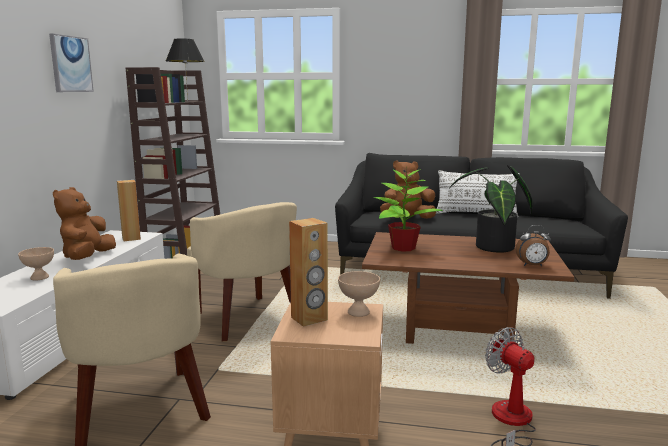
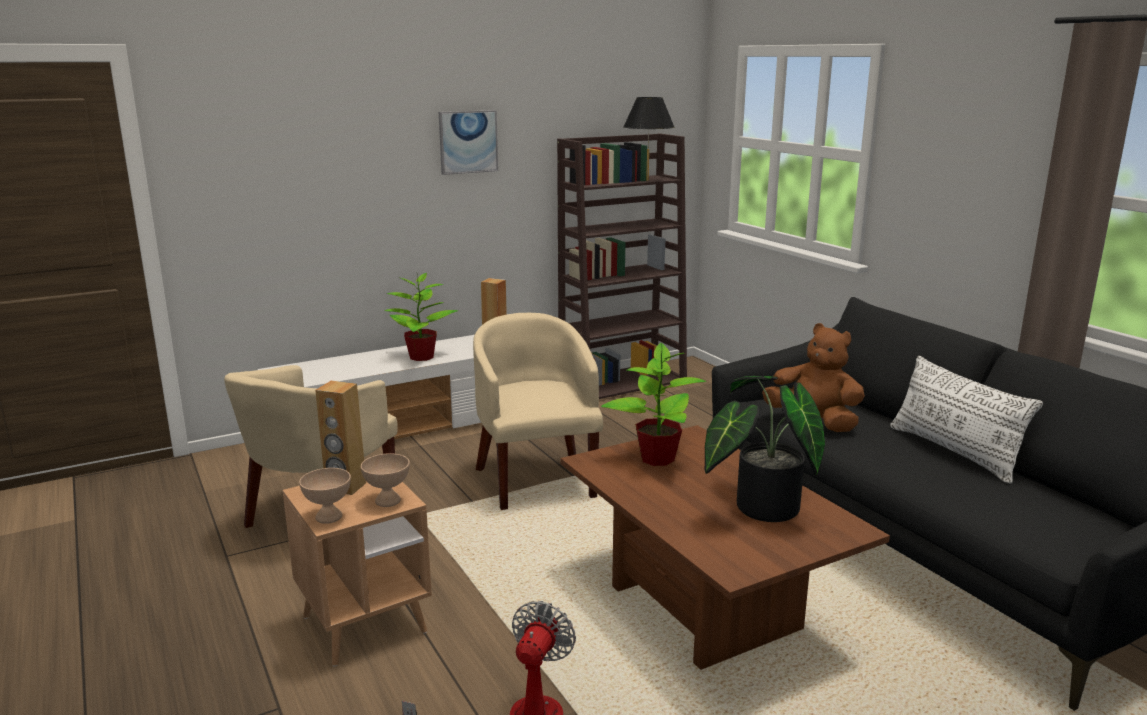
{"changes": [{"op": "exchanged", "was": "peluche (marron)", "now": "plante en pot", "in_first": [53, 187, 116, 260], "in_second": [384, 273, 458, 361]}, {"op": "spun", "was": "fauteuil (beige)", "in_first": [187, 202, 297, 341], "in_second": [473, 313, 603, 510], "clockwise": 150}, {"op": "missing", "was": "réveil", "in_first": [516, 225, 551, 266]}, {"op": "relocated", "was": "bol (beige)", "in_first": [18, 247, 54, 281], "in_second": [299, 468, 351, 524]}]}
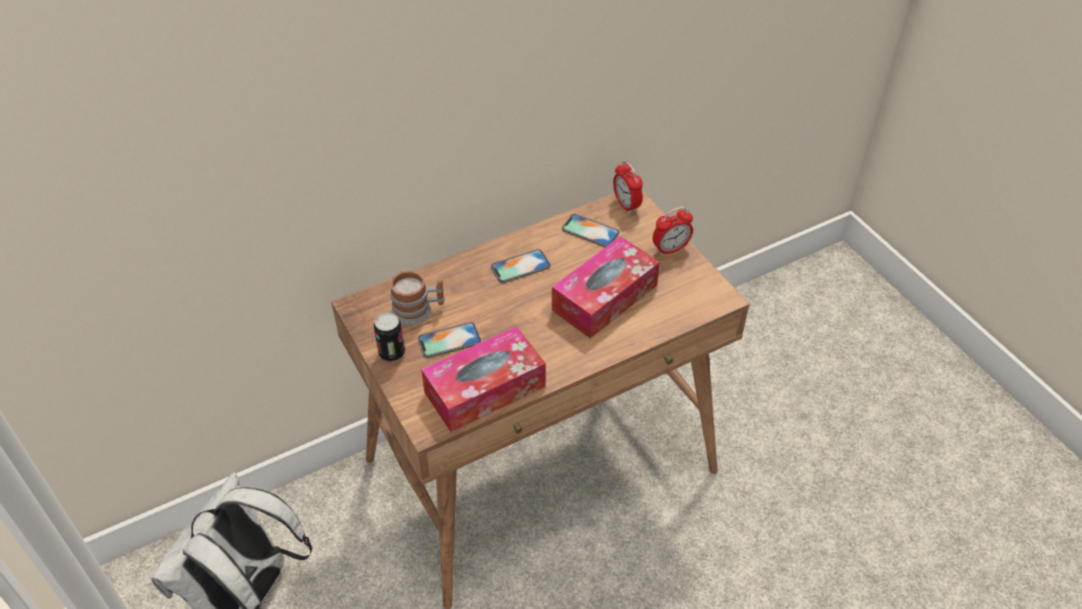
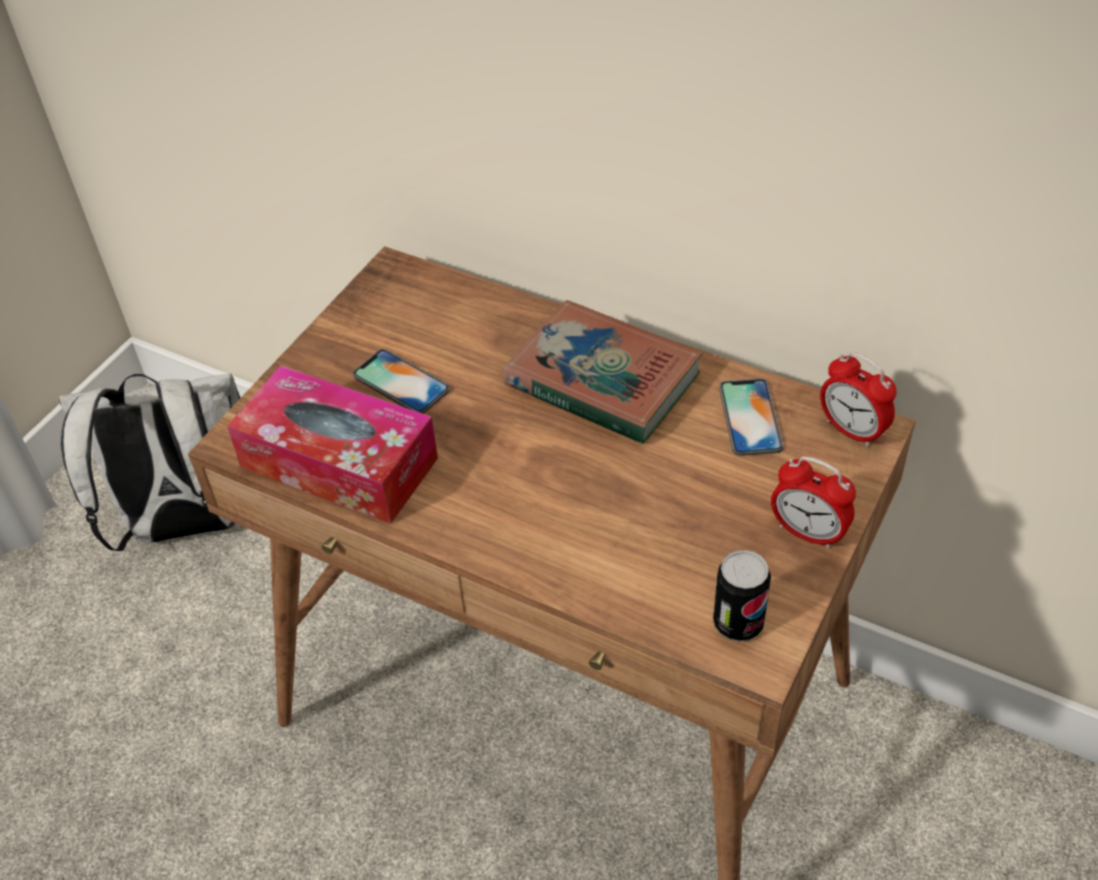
{"changes": [{"op": "spun", "was": "réveil", "in_first": [613, 161, 643, 214], "in_second": [820, 352, 897, 447], "clockwise": -75}, {"op": "missing", "was": "boîte à mouchoirs", "in_first": [552, 236, 660, 339]}, {"op": "exchanged", "was": "téléphone", "now": "livre", "in_first": [491, 249, 550, 283], "in_second": [503, 300, 703, 444]}, {"op": "missing", "was": "mug", "in_first": [390, 271, 445, 325]}, {"op": "relocated", "was": "boîte métallique", "in_first": [374, 312, 405, 362], "in_second": [713, 550, 771, 642]}]}
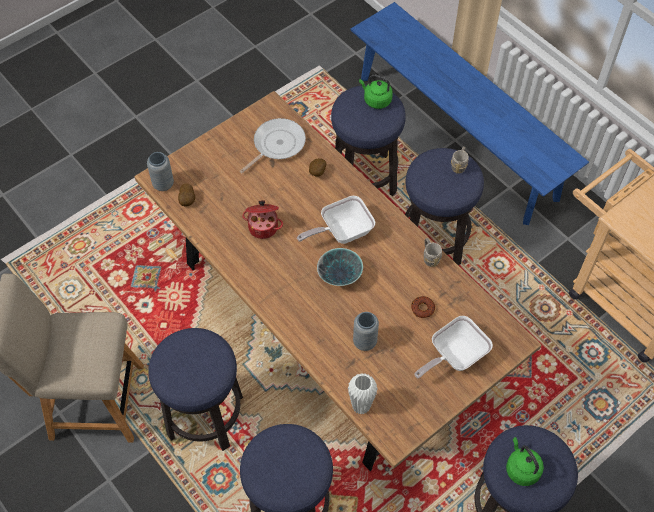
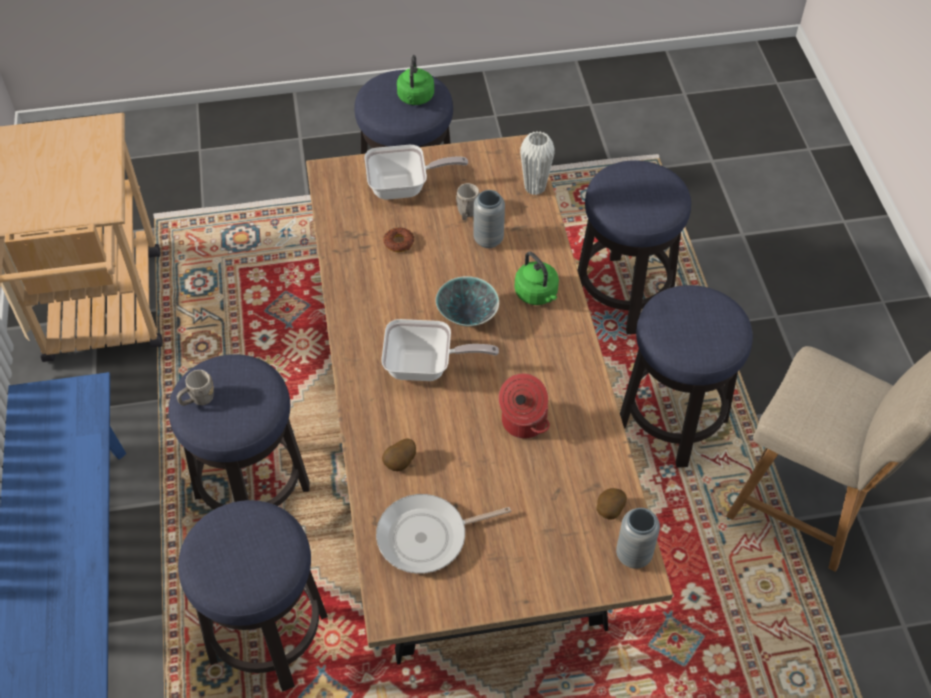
{"changes": [{"op": "relocated", "was": "bouilloire (vert)", "in_first": [359, 74, 393, 109], "in_second": [515, 252, 559, 305]}, {"op": "relocated", "was": "mug (gris)", "in_first": [424, 238, 442, 267], "in_second": [456, 183, 479, 220]}]}
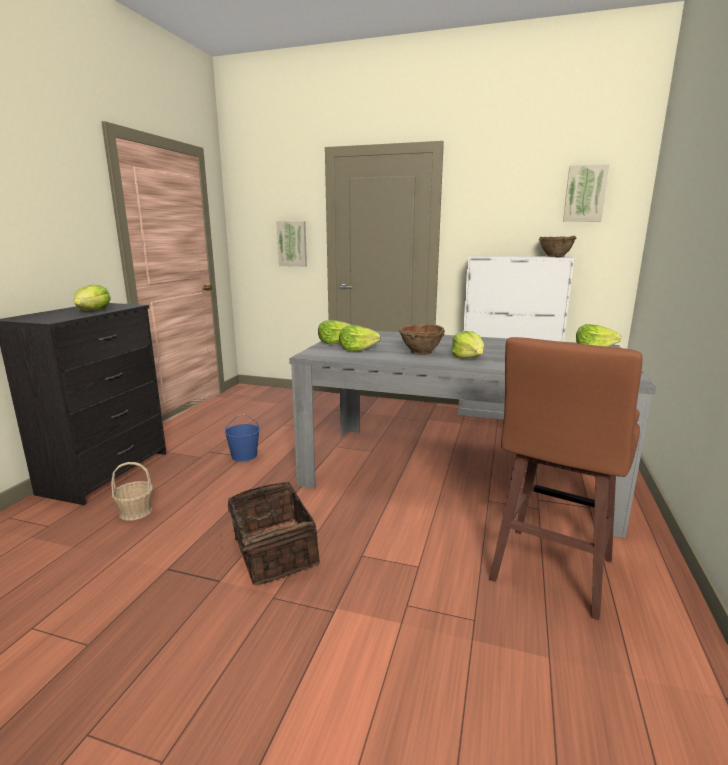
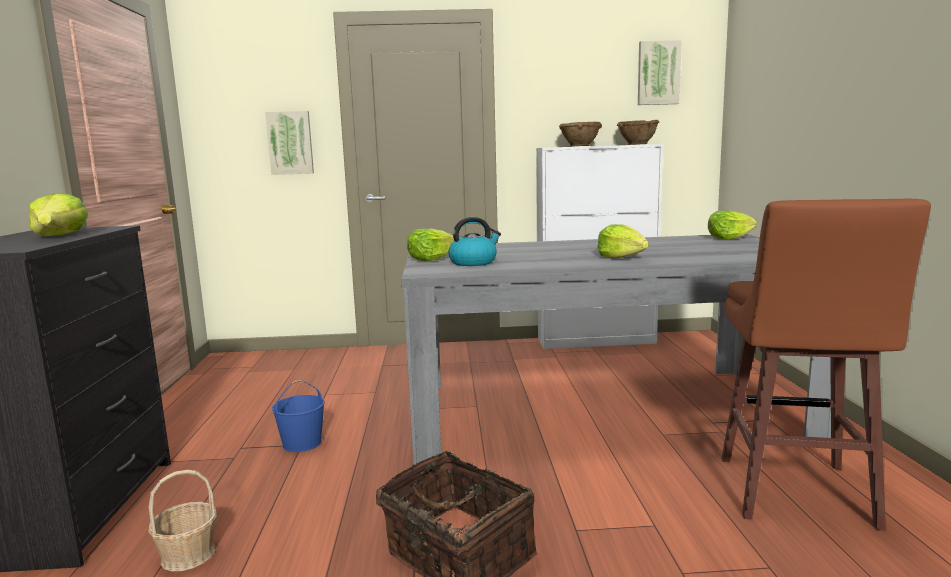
{"changes": [{"op": "relocated", "was": "bol (marron)", "in_first": [399, 324, 445, 355], "in_second": [559, 122, 602, 147]}, {"op": "exchanged", "was": "laitue", "now": "bouilloire", "in_first": [339, 325, 381, 351], "in_second": [448, 217, 501, 266]}]}
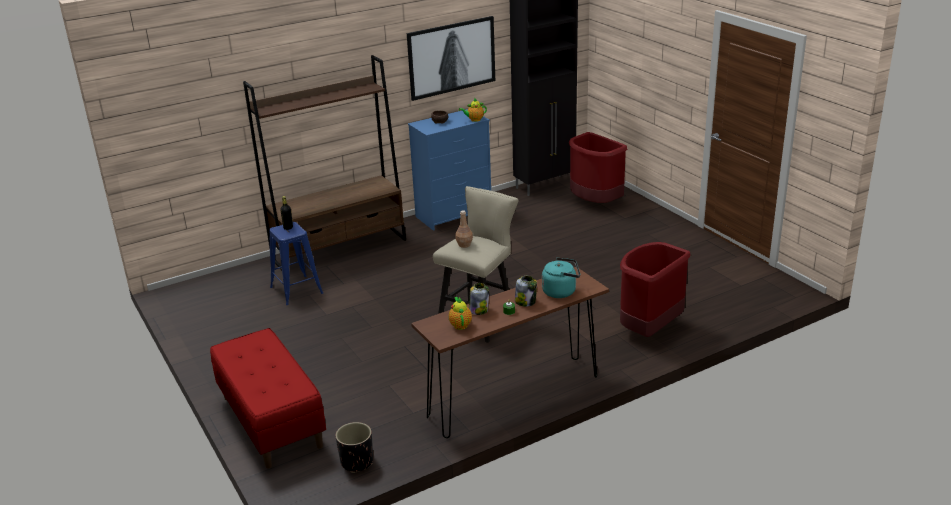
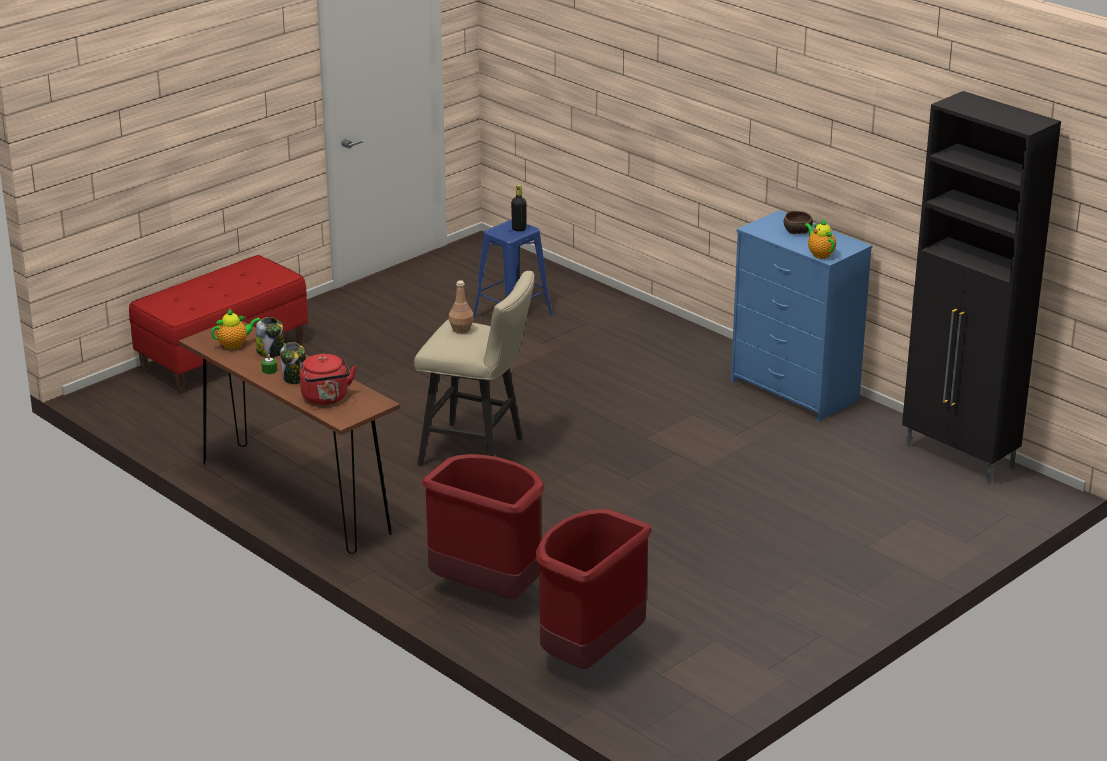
{"changes": [{"op": "missing", "was": "tableau", "in_first": [407, 16, 495, 101]}, {"op": "missing", "was": "bibliothèque (marron)", "in_first": [243, 55, 406, 271]}, {"op": "relocated", "was": "poubelle (rouge)", "in_first": [569, 132, 627, 203], "in_second": [536, 509, 652, 670]}, {"op": "colour", "was": "bouilloire (turquoise)", "now": "bouilloire (rouge)", "in_first": [542, 258, 580, 298], "in_second": [300, 354, 357, 405]}, {"op": "missing", "was": "cache-pot (noir)", "in_first": [335, 422, 373, 473]}]}
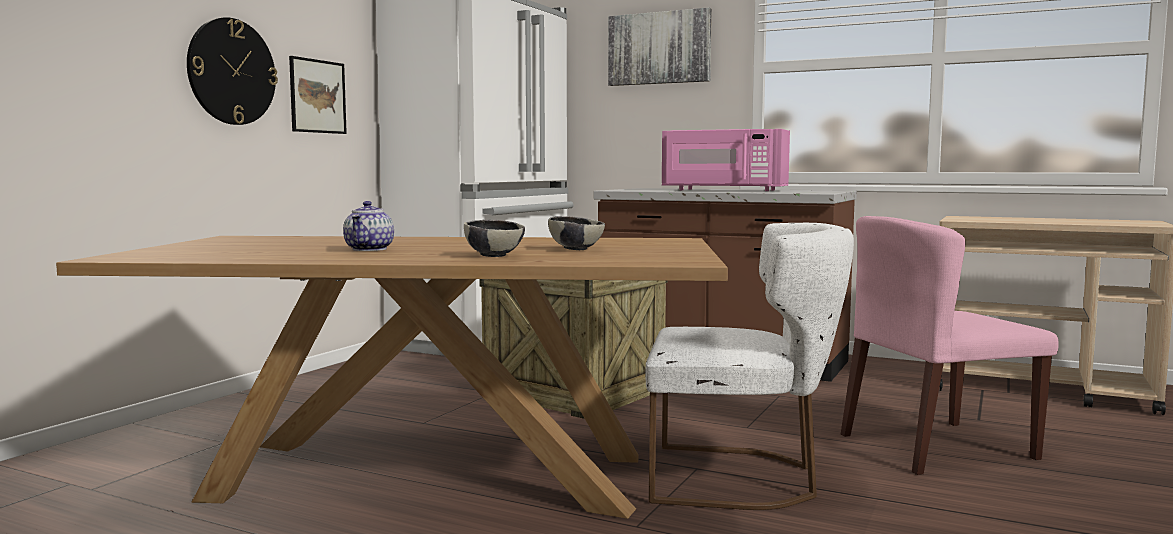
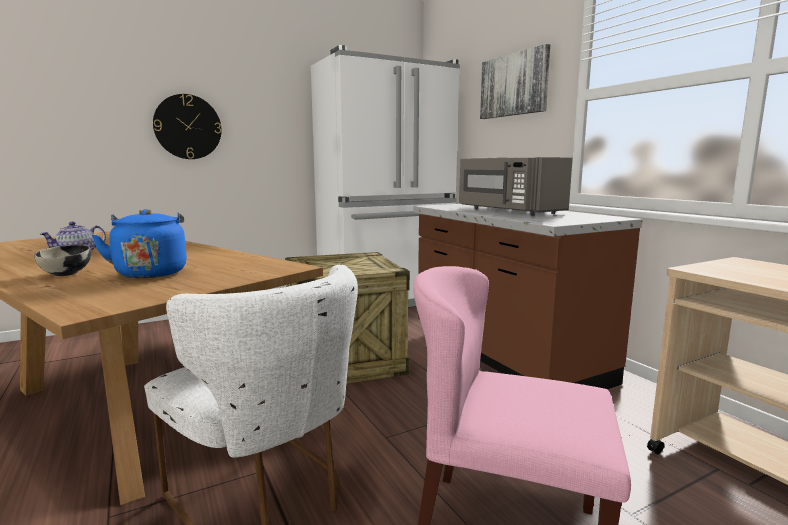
{"changes": [{"op": "missing", "was": "tableau", "in_first": [289, 56, 347, 134]}, {"op": "colour", "was": "micro-ondes (rose)", "now": "micro-ondes (gris)", "in_first": [662, 129, 790, 191], "in_second": [459, 157, 573, 216]}, {"op": "exchanged", "was": "bol", "now": "bouilloire (bleu)", "in_first": [548, 216, 605, 250], "in_second": [92, 209, 187, 278]}]}
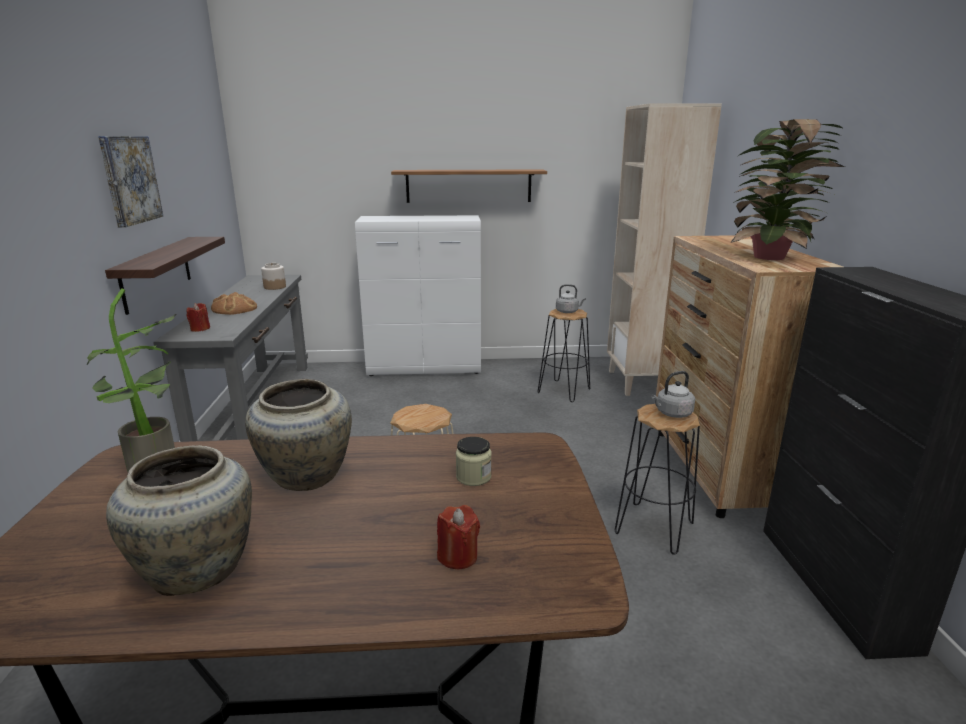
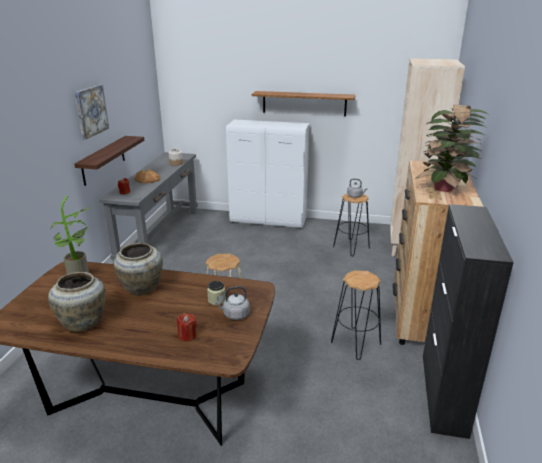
{"changes": [{"op": "relocated", "was": "bouilloire (gris)", "in_first": [651, 371, 695, 418], "in_second": [215, 286, 250, 320]}]}
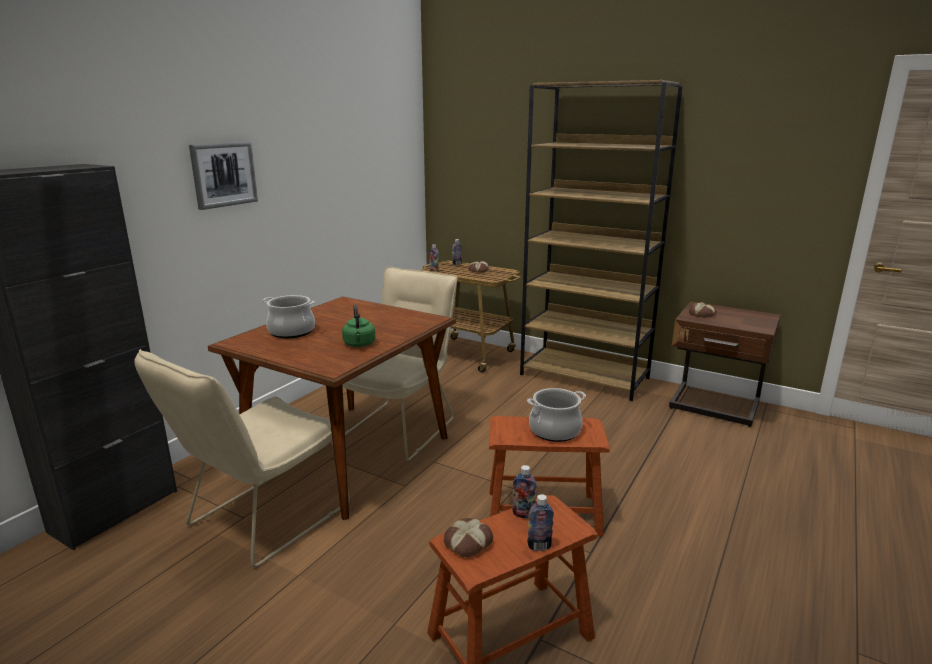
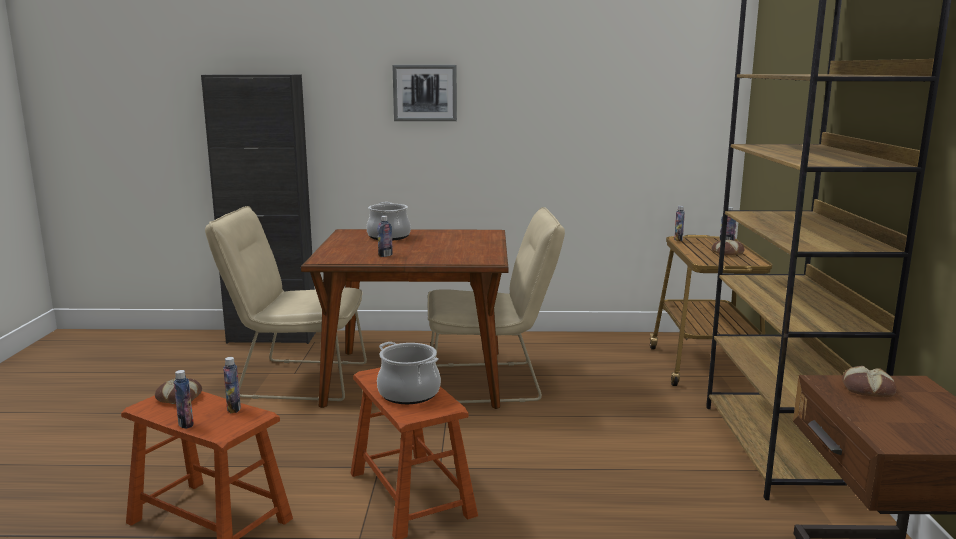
{"changes": [{"op": "exchanged", "was": "bouilloire (vert)", "now": "bouteille", "in_first": [342, 304, 375, 347], "in_second": [378, 216, 393, 257]}]}
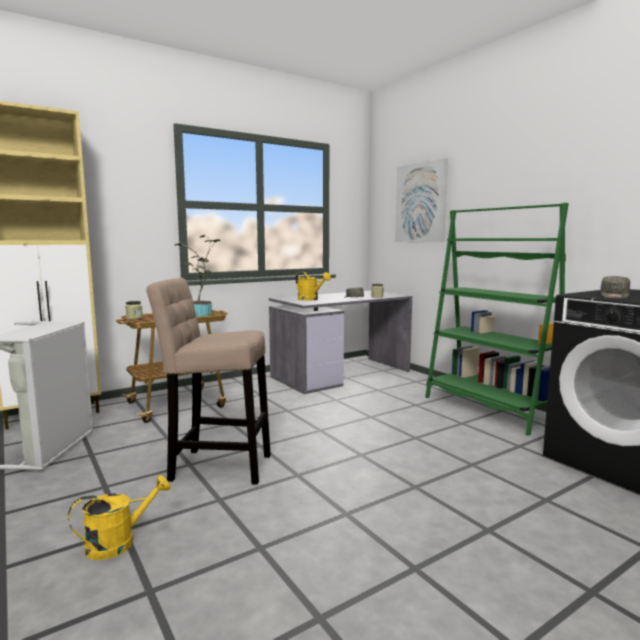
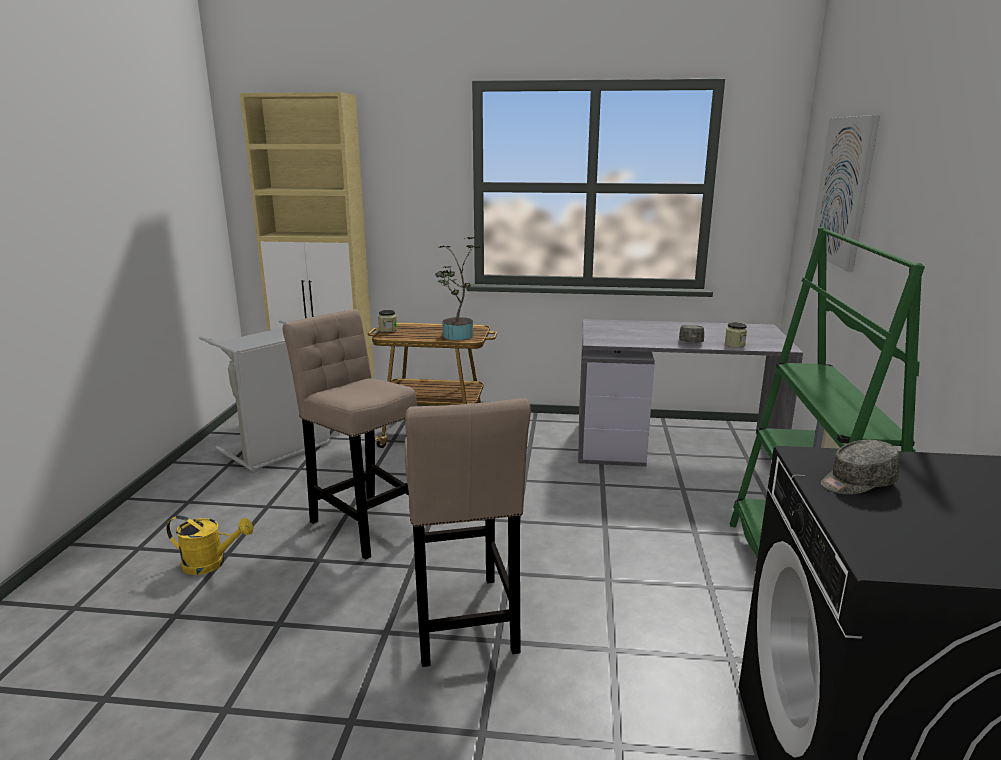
{"changes": [{"op": "missing", "was": "arrosoir (jaune)", "in_first": [295, 271, 331, 301]}, {"op": "appeared", "now": "tabouret (beige)", "in_second": [405, 398, 531, 667]}]}
